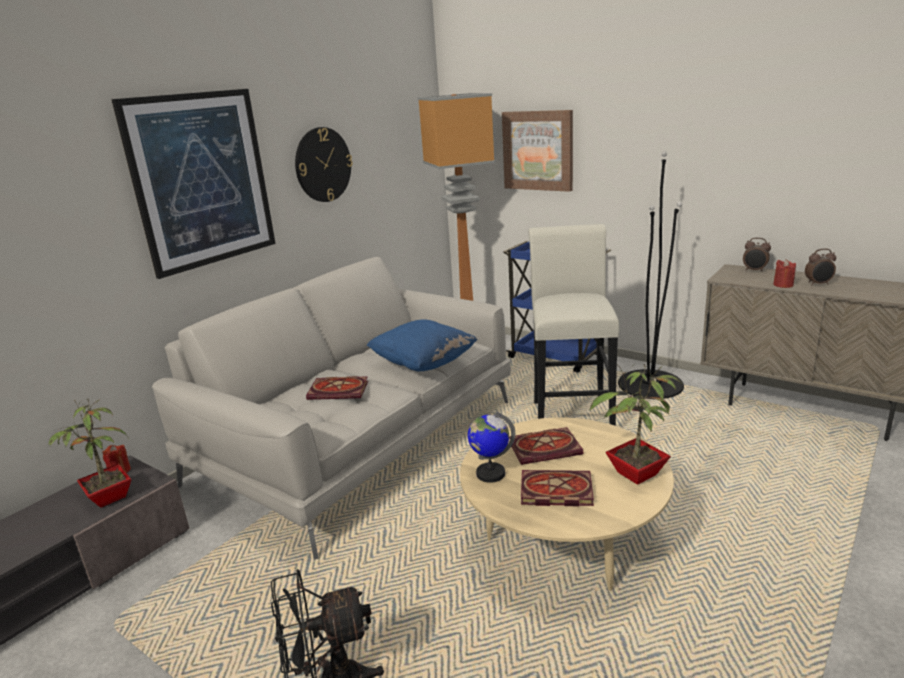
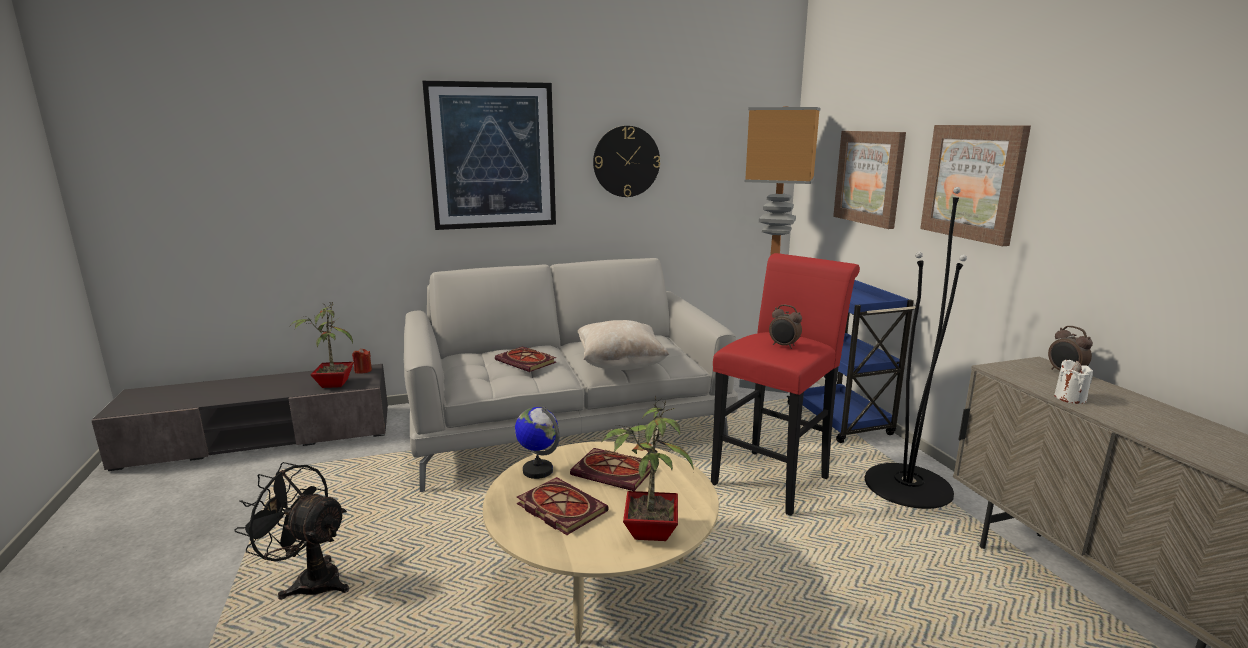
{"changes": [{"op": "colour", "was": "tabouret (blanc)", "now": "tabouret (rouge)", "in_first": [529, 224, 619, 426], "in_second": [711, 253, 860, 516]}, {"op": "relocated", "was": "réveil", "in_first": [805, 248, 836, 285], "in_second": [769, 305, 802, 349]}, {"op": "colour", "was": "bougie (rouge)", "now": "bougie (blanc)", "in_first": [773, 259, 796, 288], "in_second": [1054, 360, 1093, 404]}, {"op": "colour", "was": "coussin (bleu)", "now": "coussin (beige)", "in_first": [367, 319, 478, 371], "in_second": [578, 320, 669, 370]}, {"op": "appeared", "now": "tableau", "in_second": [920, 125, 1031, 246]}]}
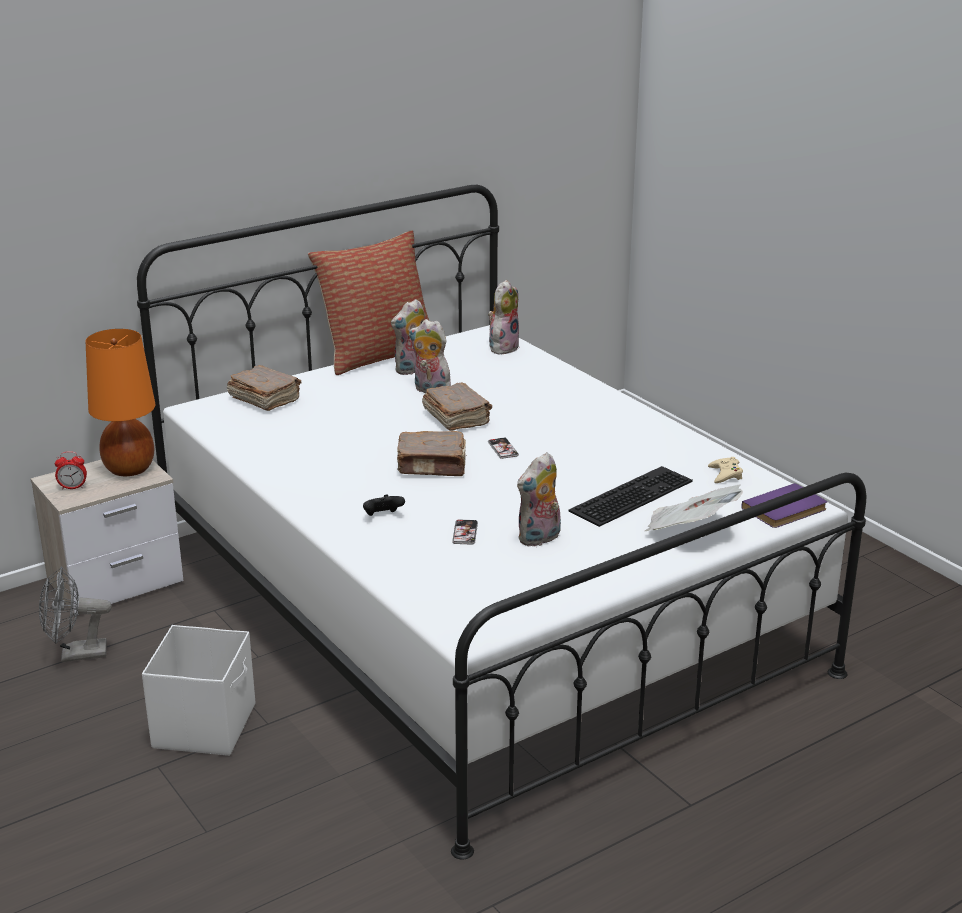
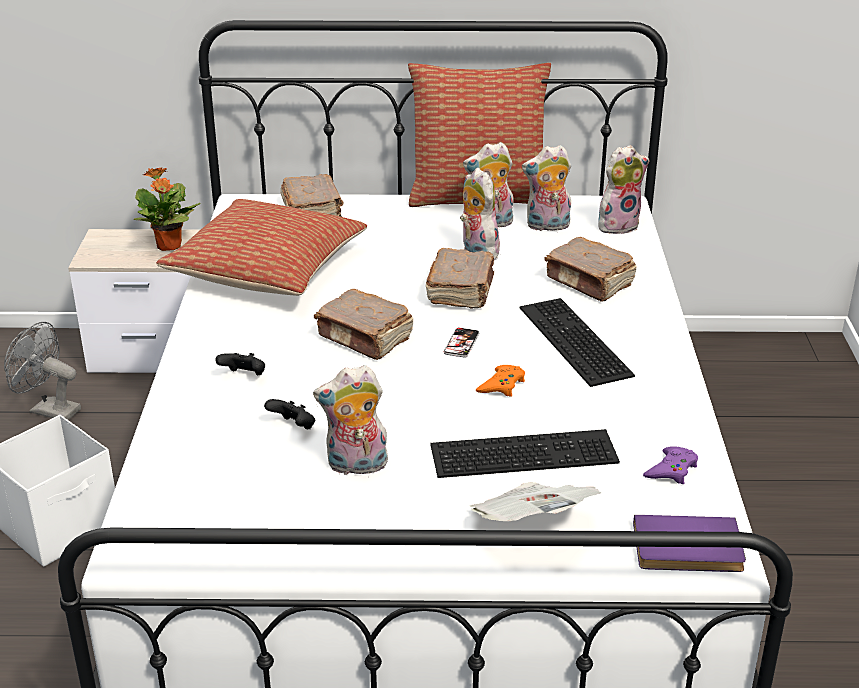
{"changes": [{"op": "exchanged", "was": "lampe de table (orange)", "now": "plante en pot", "in_first": [85, 329, 155, 476], "in_second": [134, 168, 200, 251]}, {"op": "missing", "was": "réveil", "in_first": [55, 451, 87, 490]}, {"op": "colour", "was": "manette (beige)", "now": "manette (violet)", "in_first": [708, 457, 743, 483], "in_second": [643, 446, 698, 484]}, {"op": "exchanged", "was": "téléphone", "now": "manette (noir)", "in_first": [452, 520, 478, 545], "in_second": [264, 399, 315, 429]}, {"op": "appeared", "now": "peluche", "in_second": [522, 145, 571, 231]}, {"op": "appeared", "now": "coussin", "in_second": [156, 199, 367, 296]}, {"op": "appeared", "now": "livre (marron)", "in_second": [544, 237, 637, 301]}, {"op": "appeared", "now": "clavier", "in_second": [520, 298, 635, 387]}, {"op": "appeared", "now": "manette (orange)", "in_second": [476, 365, 525, 397]}]}
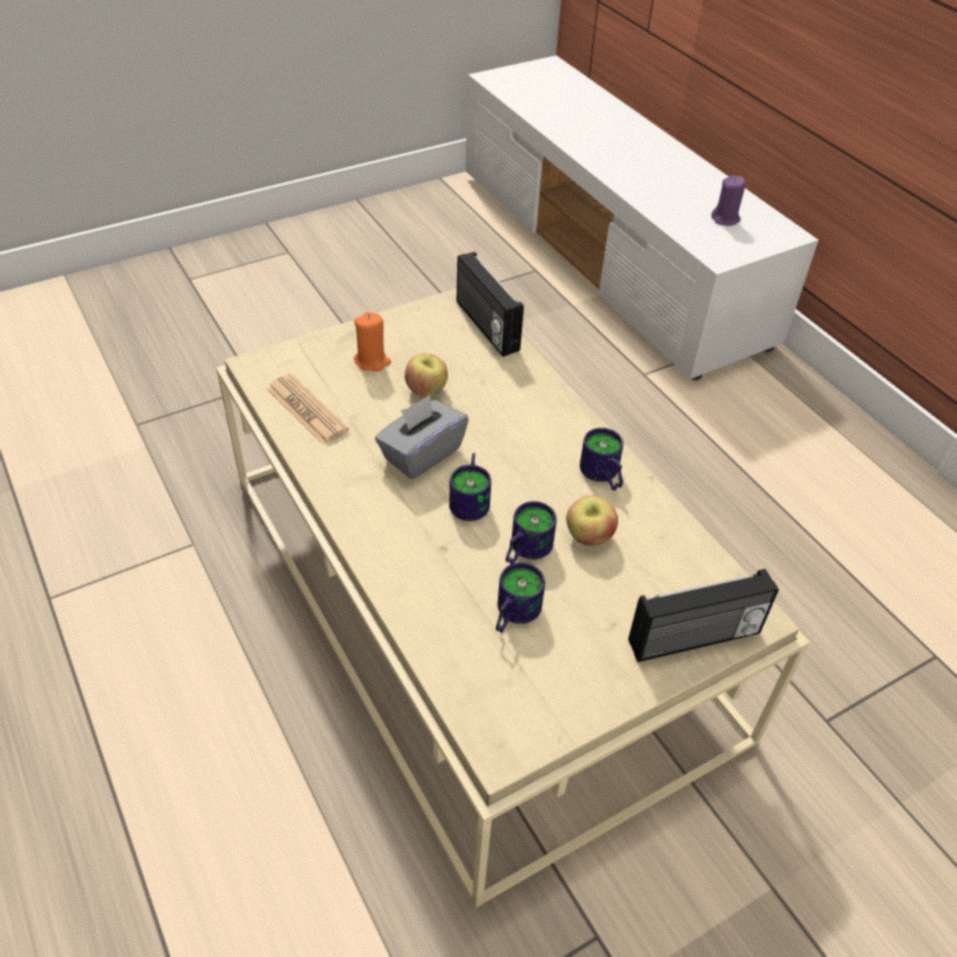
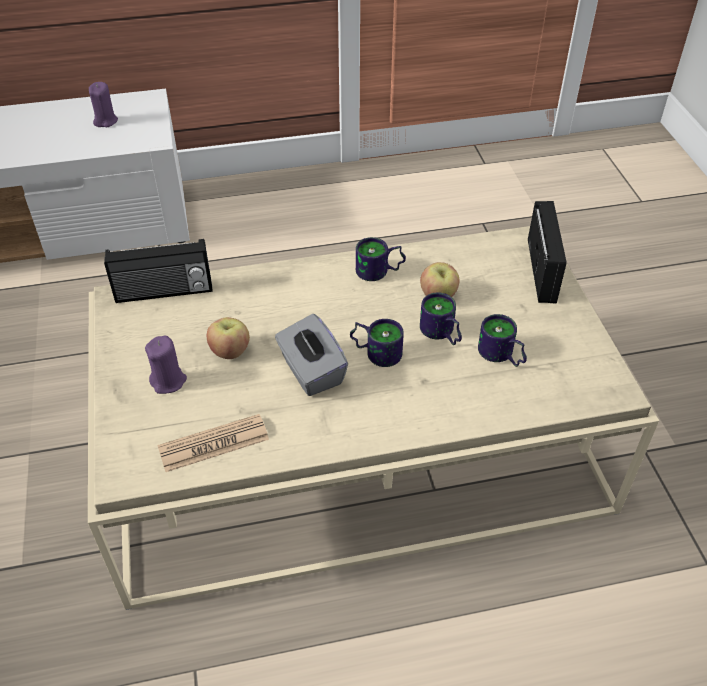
{"changes": [{"op": "colour", "was": "bougie (orange)", "now": "bougie (violet)", "in_first": [354, 312, 391, 372], "in_second": [145, 335, 187, 394]}]}
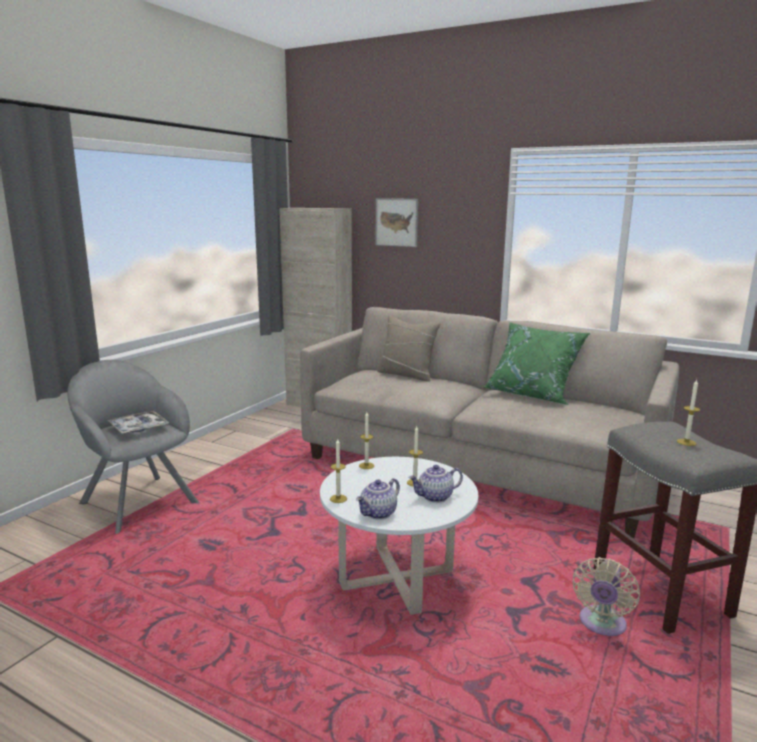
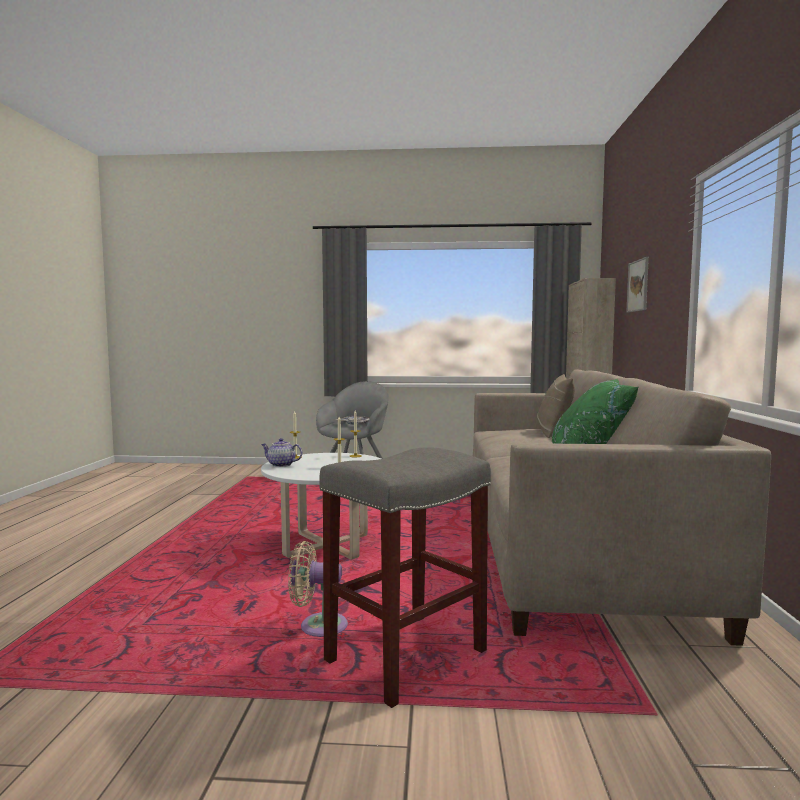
{"changes": [{"op": "missing", "was": "bougie", "in_first": [677, 379, 701, 446]}, {"op": "missing", "was": "théière", "in_first": [409, 465, 463, 503]}]}
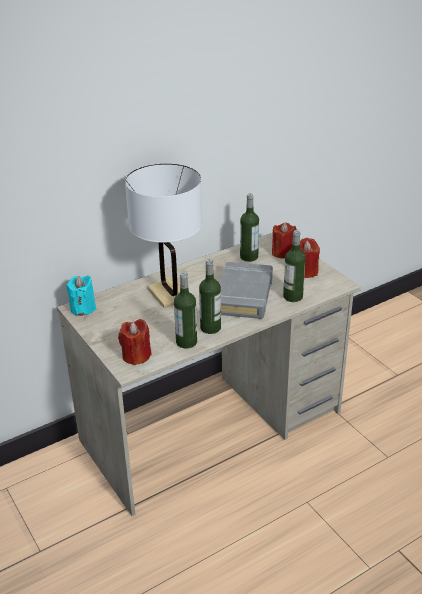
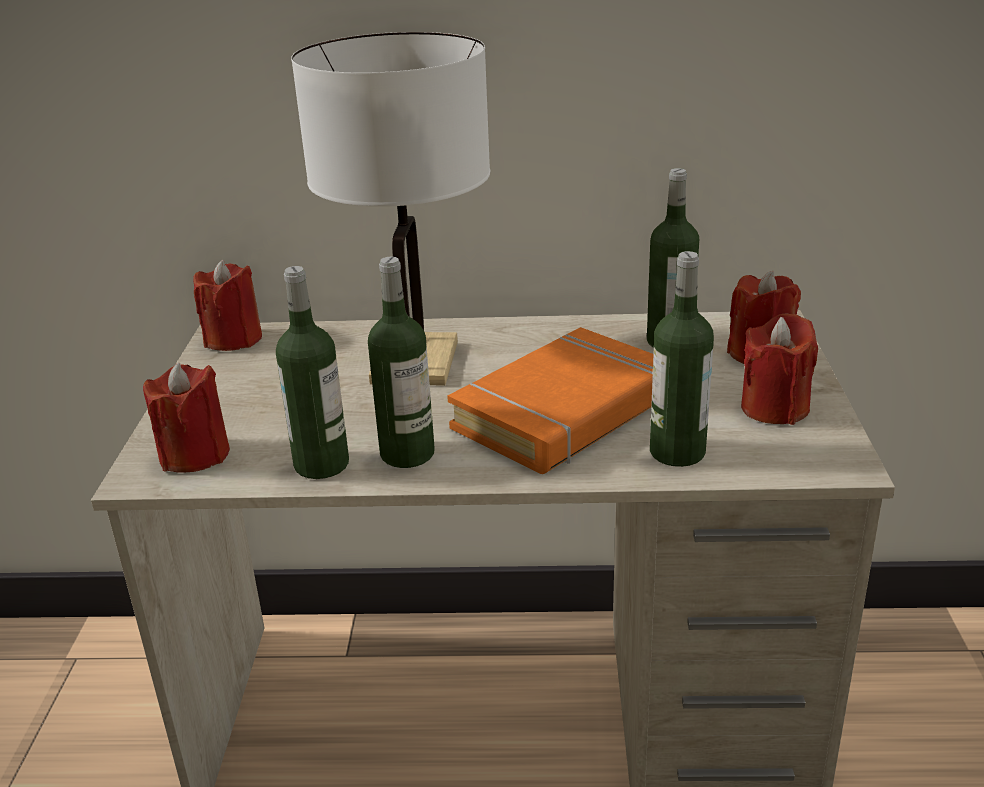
{"changes": [{"op": "colour", "was": "livre (gris)", "now": "livre (orange)", "in_first": [220, 262, 273, 319], "in_second": [447, 327, 654, 474]}, {"op": "colour", "was": "bougie (turquoise)", "now": "bougie (rouge)", "in_first": [67, 275, 96, 316], "in_second": [193, 260, 262, 351]}]}
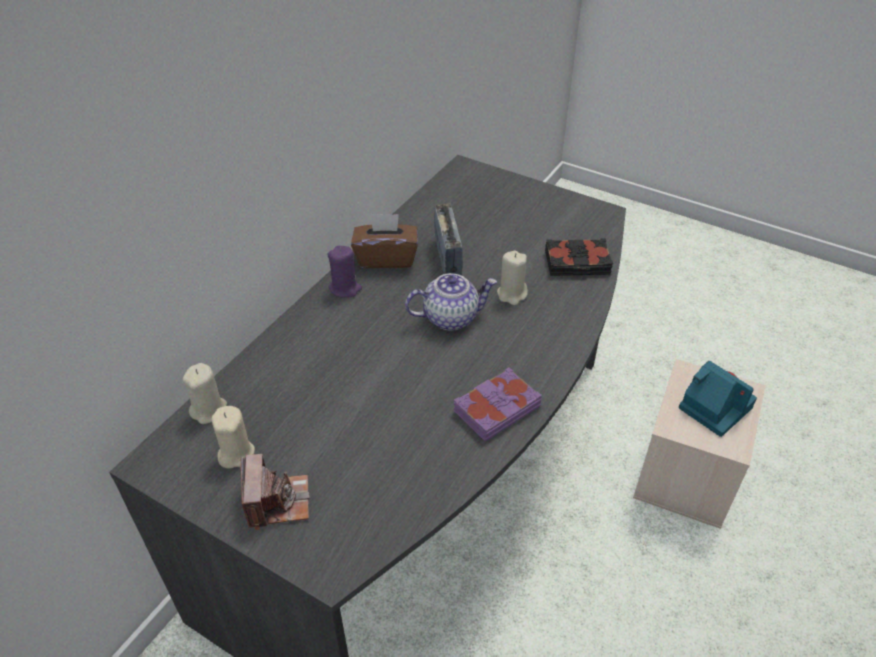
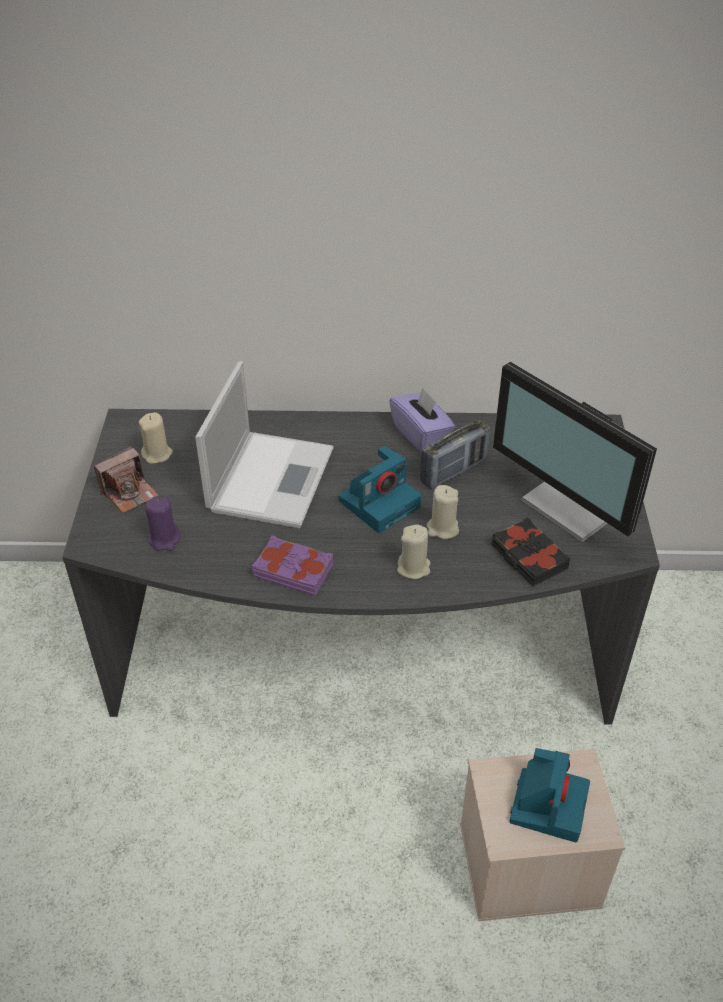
{"changes": [{"op": "colour", "was": "boîte à mouchoirs (marron)", "now": "boîte à mouchoirs (violet)", "in_first": [351, 213, 418, 268], "in_second": [389, 387, 455, 453]}, {"op": "relocated", "was": "bougie (violet)", "in_first": [327, 246, 362, 297], "in_second": [145, 496, 181, 551]}, {"op": "exchanged", "was": "théière", "now": "appareil photo", "in_first": [405, 273, 497, 331], "in_second": [338, 446, 421, 533]}, {"op": "relocated", "was": "bougie (beige)", "in_first": [183, 363, 227, 424], "in_second": [397, 524, 431, 579]}, {"op": "appeared", "now": "ordinateur portable", "in_second": [195, 361, 334, 528]}, {"op": "appeared", "now": "écran d'ordinateur", "in_second": [493, 362, 657, 542]}]}
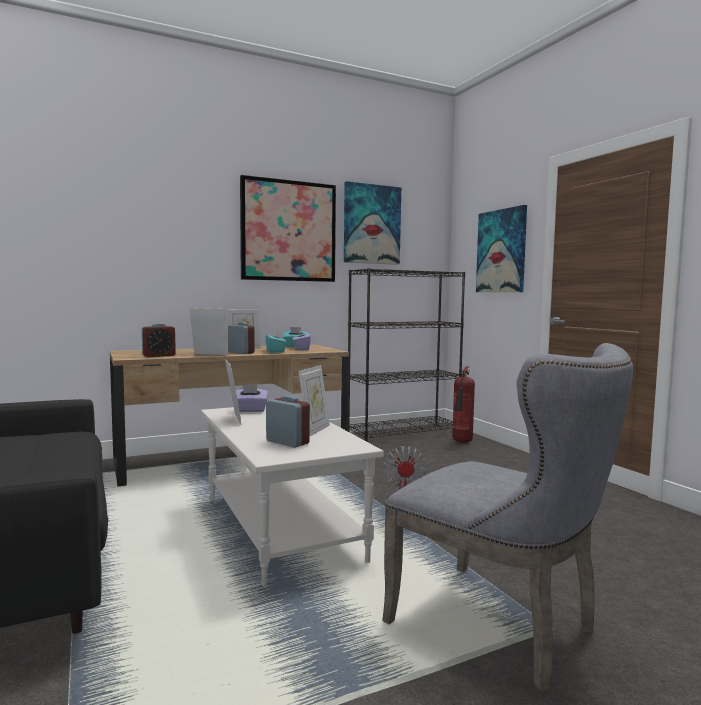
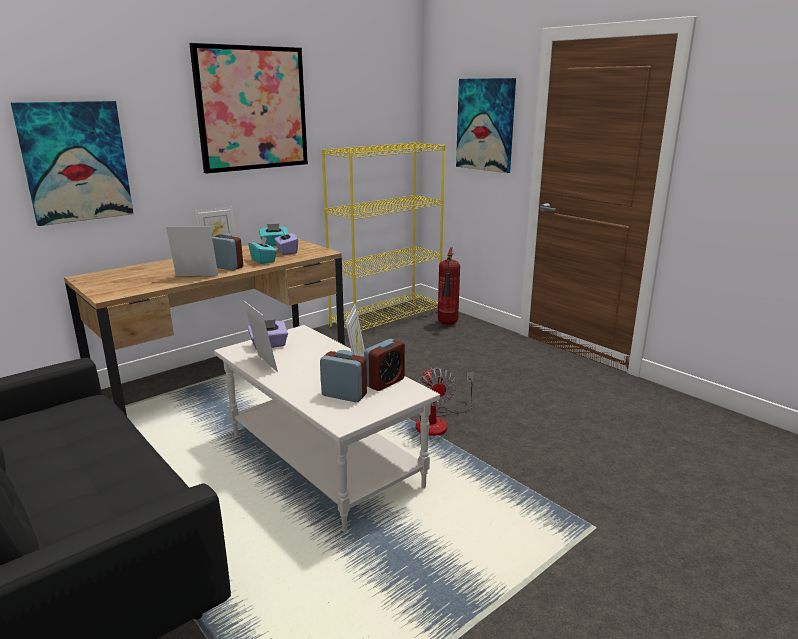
{"changes": [{"op": "relocated", "was": "tableau", "in_first": [344, 181, 401, 265], "in_second": [11, 101, 134, 226]}, {"op": "colour", "was": "bibliothèque (noir)", "now": "bibliothèque (jaune)", "in_first": [348, 268, 465, 442], "in_second": [322, 142, 445, 331]}, {"op": "relocated", "was": "réveil", "in_first": [142, 323, 176, 357], "in_second": [364, 339, 405, 391]}, {"op": "missing", "was": "chaise (gris)", "in_first": [382, 343, 634, 691]}]}
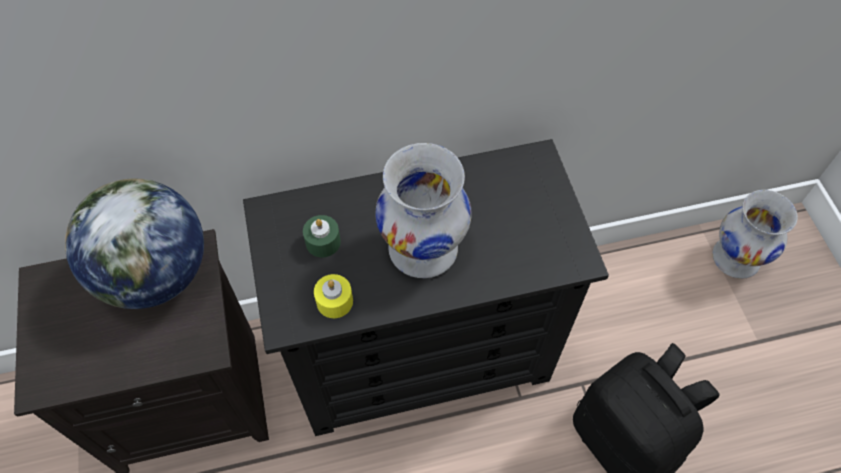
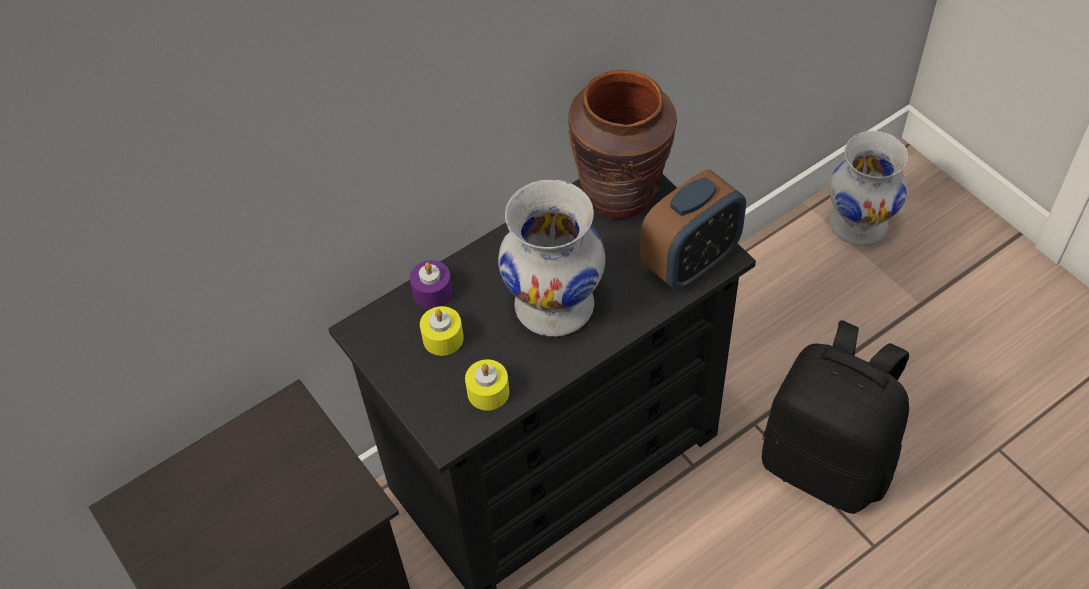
{"changes": [{"op": "missing", "was": "globe", "in_first": [65, 178, 204, 309]}, {"op": "colour", "was": "bougie (vert)", "now": "bougie (jaune)", "in_first": [303, 215, 341, 257], "in_second": [420, 306, 464, 356]}, {"op": "appeared", "now": "vase (marron)", "in_second": [568, 70, 677, 219]}, {"op": "appeared", "now": "réveil", "in_second": [640, 169, 746, 290]}, {"op": "appeared", "now": "bougie (violet)", "in_second": [410, 260, 453, 308]}]}
